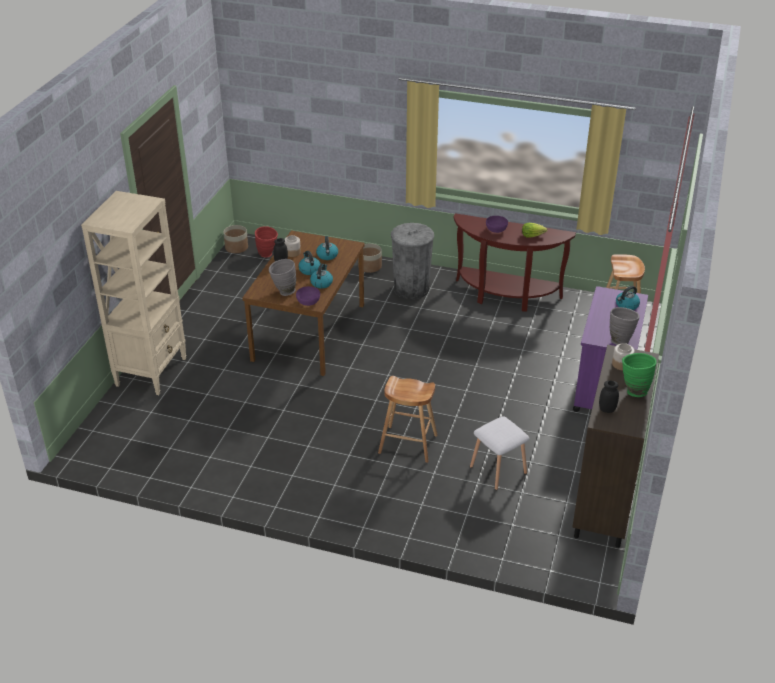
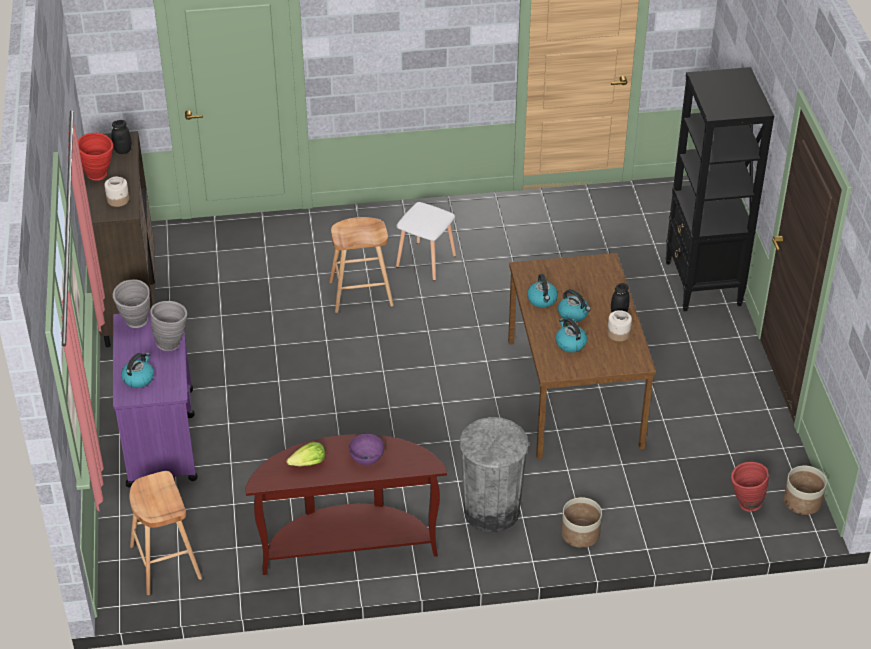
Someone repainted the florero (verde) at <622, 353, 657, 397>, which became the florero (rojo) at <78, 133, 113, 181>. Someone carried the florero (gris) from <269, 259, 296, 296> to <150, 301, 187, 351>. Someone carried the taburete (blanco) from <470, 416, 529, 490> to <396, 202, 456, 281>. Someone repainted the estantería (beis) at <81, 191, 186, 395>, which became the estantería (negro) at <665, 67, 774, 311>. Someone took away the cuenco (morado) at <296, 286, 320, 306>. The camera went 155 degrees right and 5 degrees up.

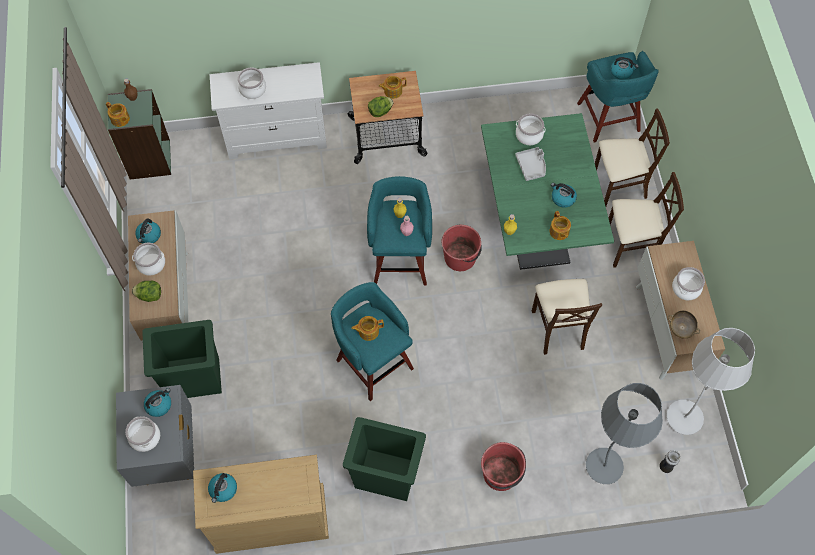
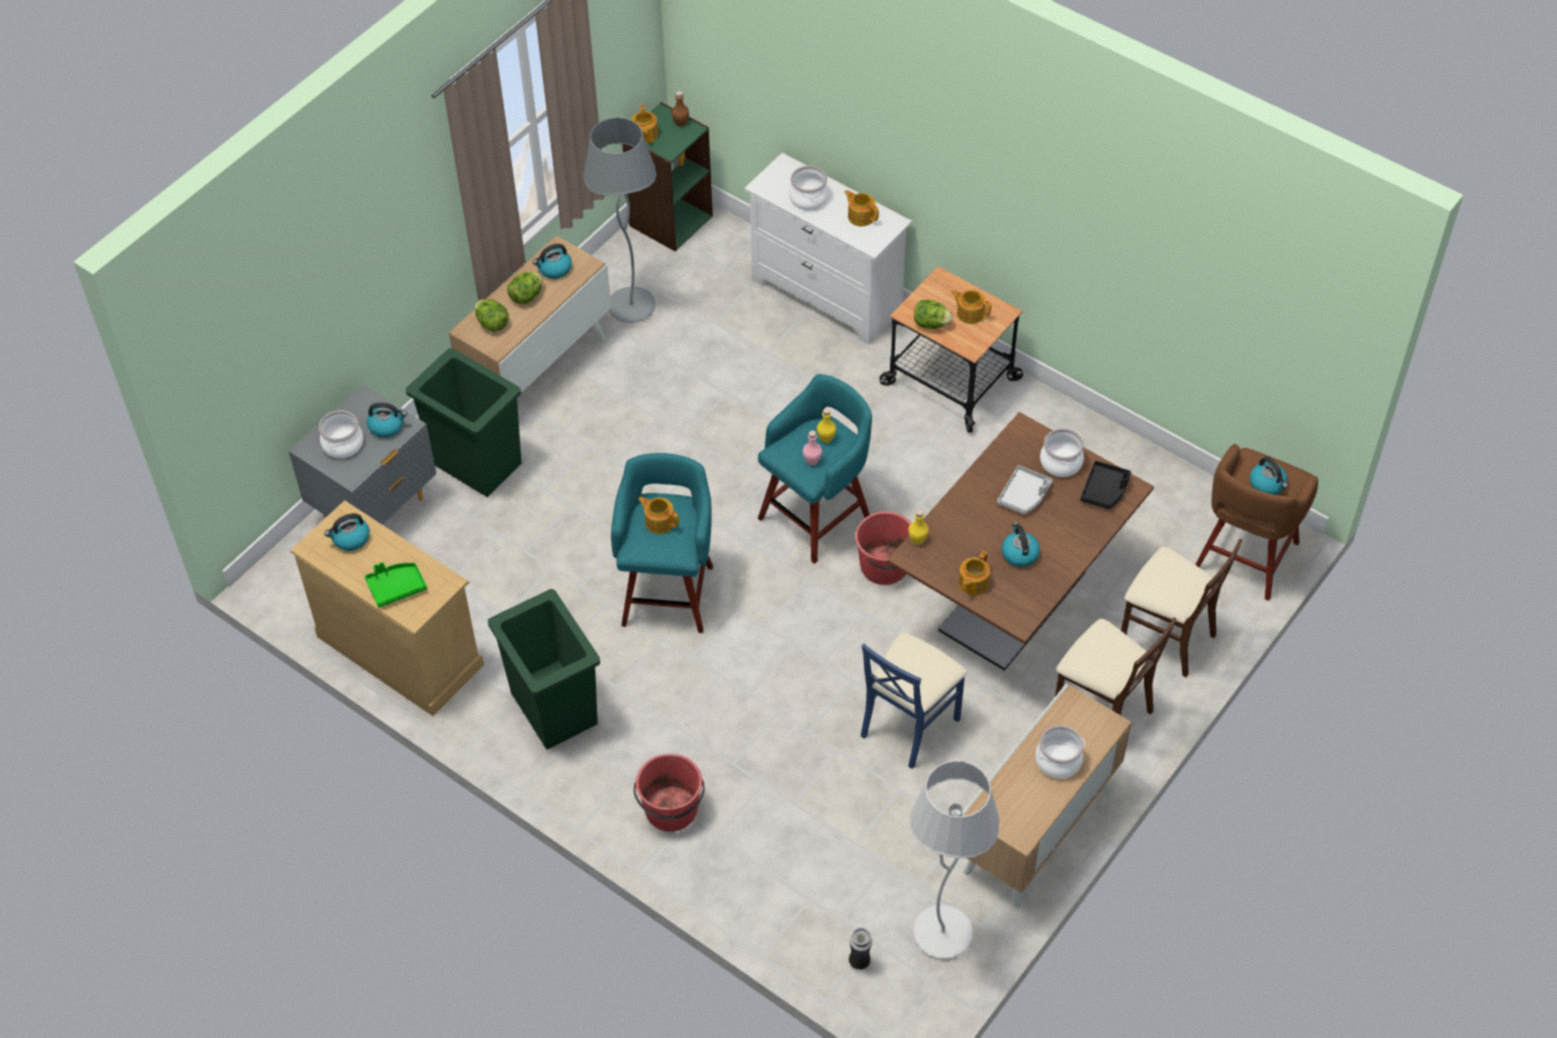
Someone put down the bandeja (verde) at <365, 562, 427, 608>. Someone swapped the olla at <132, 243, 165, 276> for the lechuga at <507, 272, 543, 305>. Someone carried the lámpara de pie (gris) from <586, 383, 663, 484> to <583, 117, 657, 323>. Someone put down the tetera at <844, 190, 879, 226>. Someone repainted the silla (beis) at <532, 279, 602, 355>, which became the silla (azul) at <861, 632, 967, 769>. Someone repainted the mesa de comedor (verde) at <481, 113, 614, 270>, which became the mesa de comedor (marrón) at <887, 412, 1154, 671>. Someone put down the bandeja (negro) at <1080, 461, 1131, 509>. Someone repainted the taburete (turquesa) at <577, 51, 659, 143>, which became the taburete (marrón) at <1195, 444, 1318, 601>. Someone took away the cuenco (beis) at <668, 310, 700, 339>. The camera went 45 degrees right and 10 degrees down.

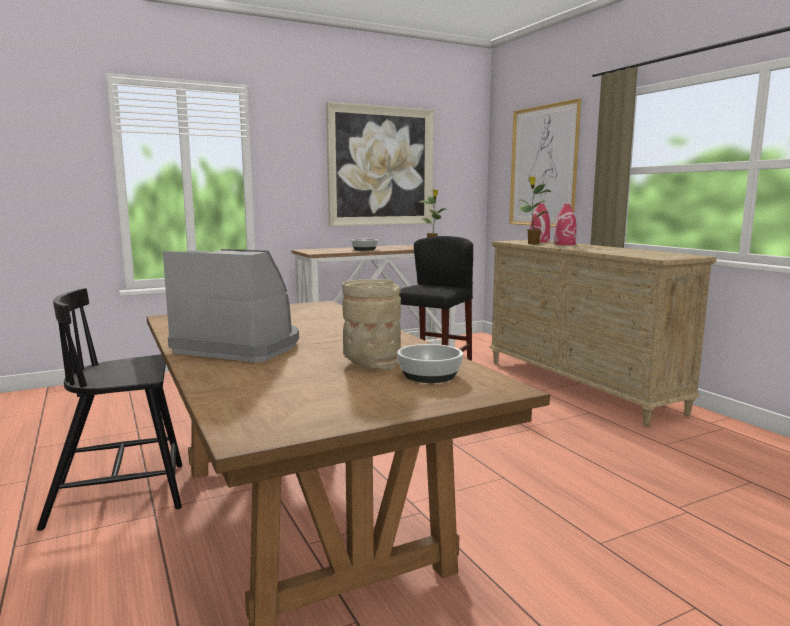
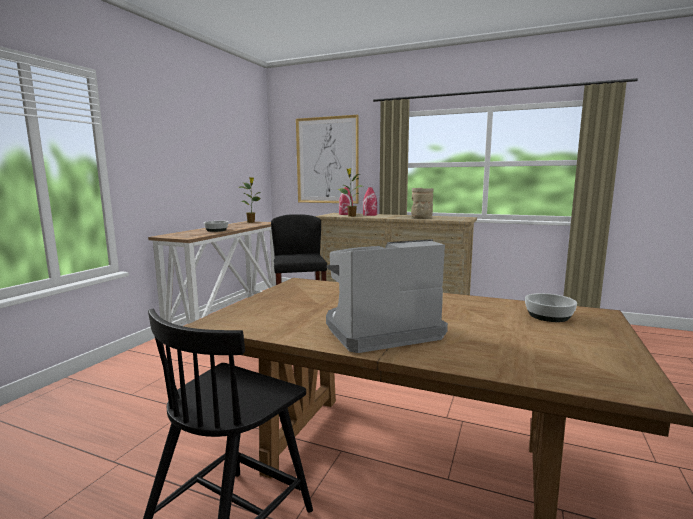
Someone carried the florero (beis) from <342, 279, 401, 370> to <411, 188, 433, 219>. Someone took away the cuadro at <326, 102, 434, 226>. The camera went 40 degrees left and 0 degrees up.

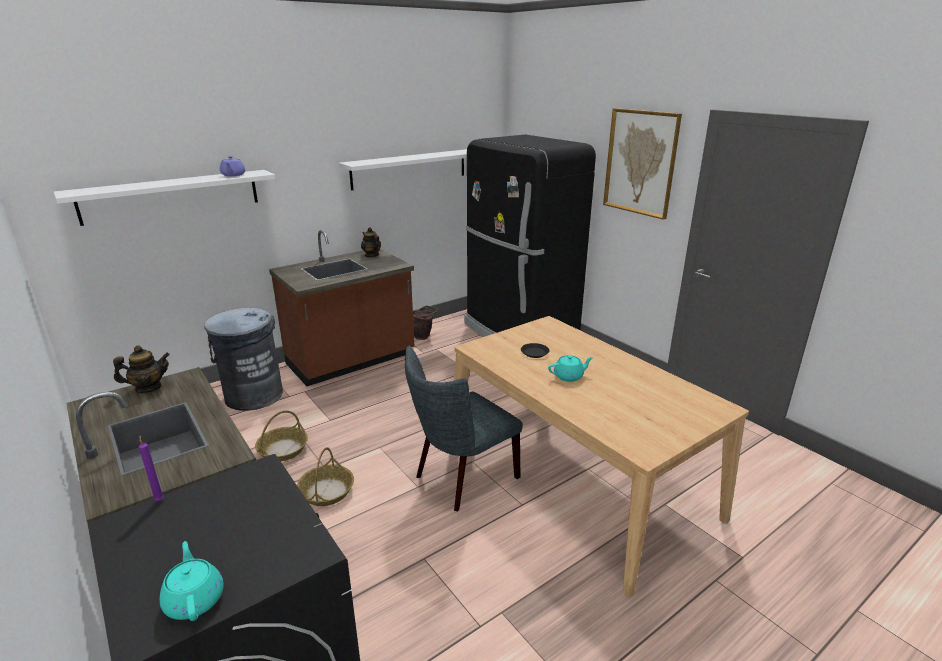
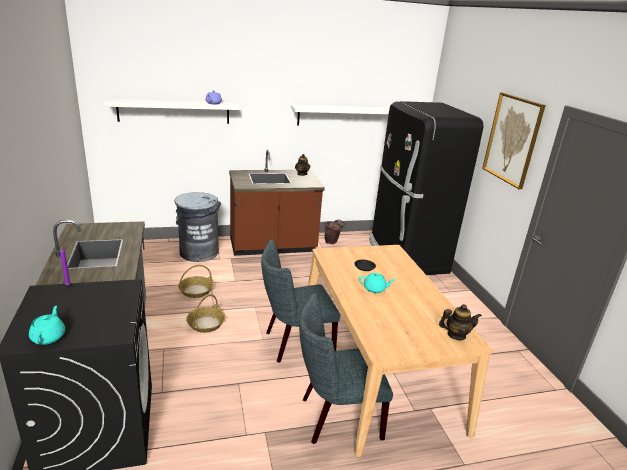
Someone put down the silla (gris) at <299, 293, 393, 444>. Someone carried the tetera from <113, 345, 170, 393> to <439, 304, 482, 340>. The camera went 20 degrees right and 0 degrees up.

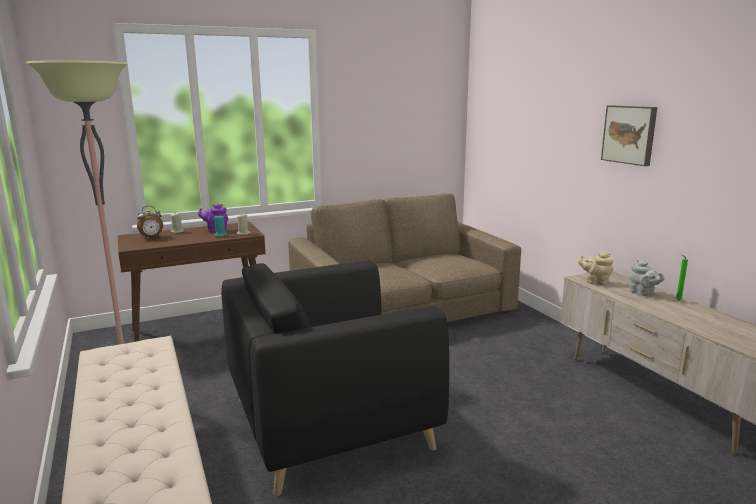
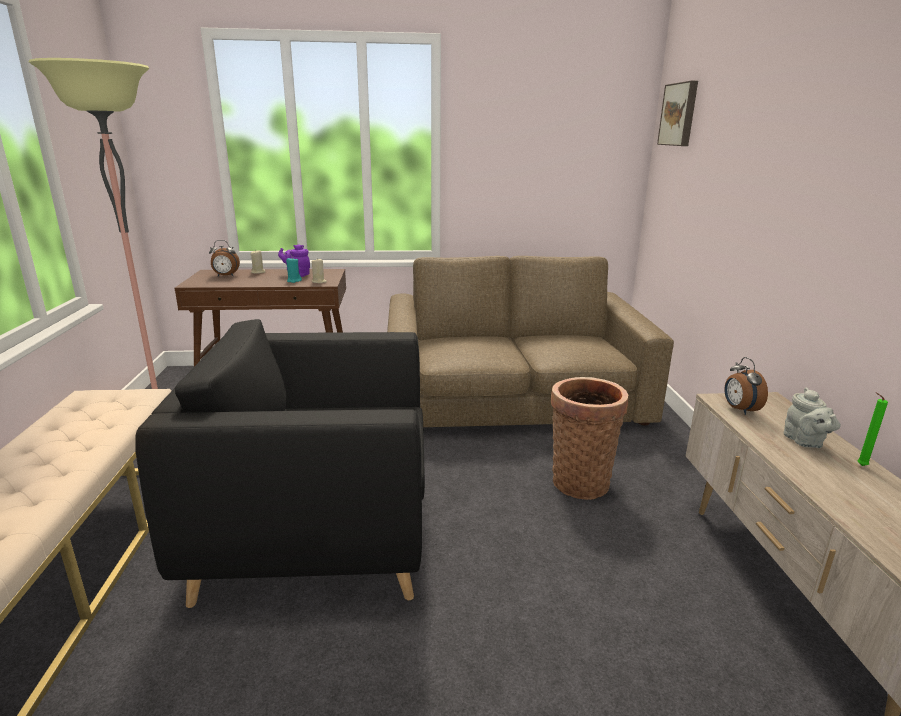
Someone put down the cesta at <551, 377, 628, 500>. Someone carried the cuadro from <601, 105, 657, 166> to <657, 81, 698, 146>. Someone swapped the tetera (beis) at <578, 253, 613, 285> for the despertador at <724, 357, 768, 415>. The camera went 20 degrees right and 5 degrees up.

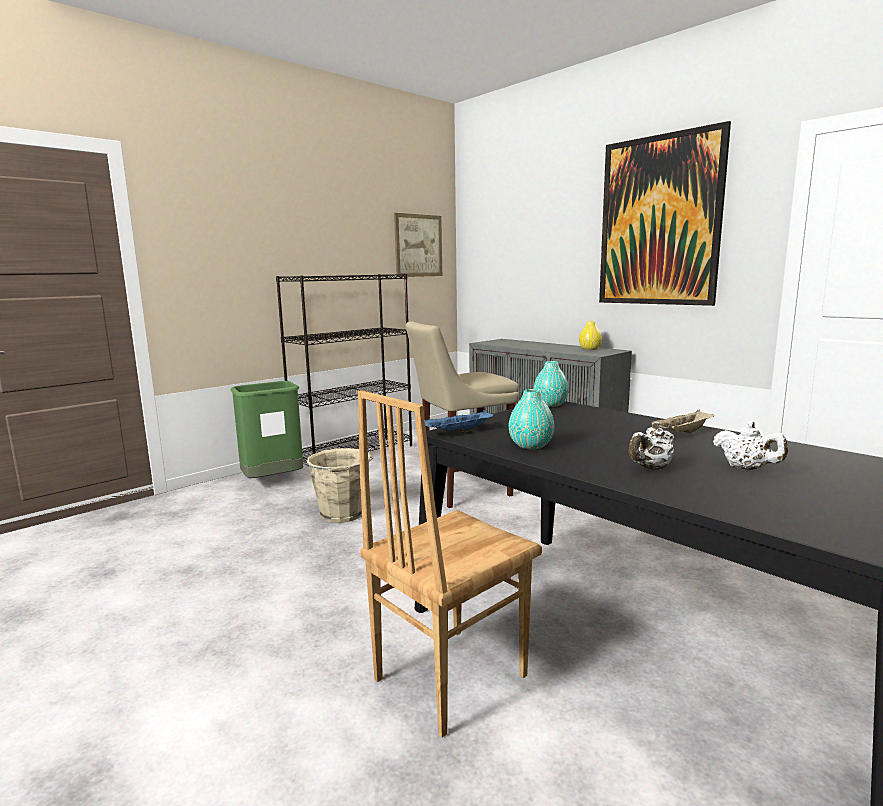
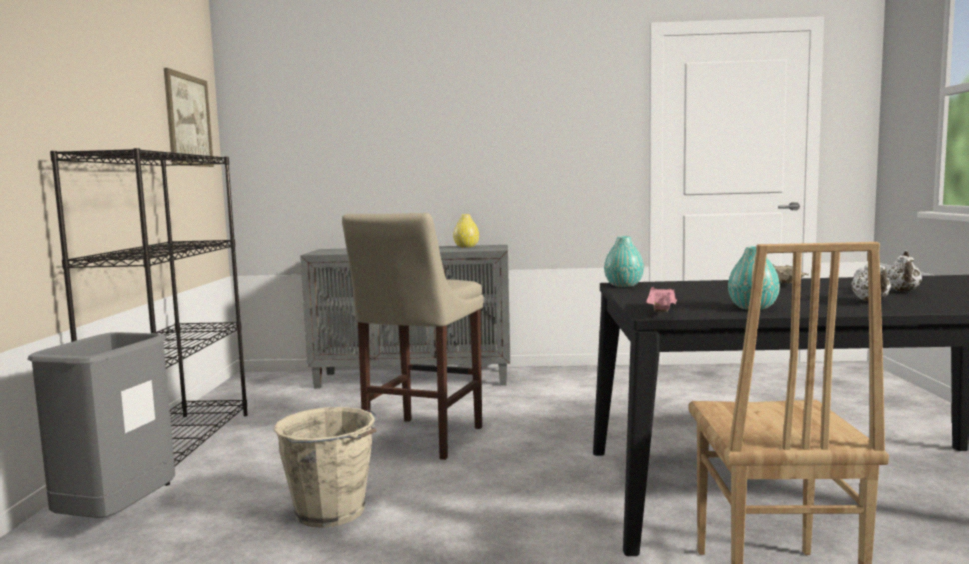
Someone repainted the papelera (verde) at <230, 381, 303, 478>, which became the papelera (gris) at <27, 332, 175, 518>. Someone repainted the bandeja (azul) at <425, 410, 493, 433>, which became the bandeja (rosa) at <646, 287, 677, 312>. Someone rotated the tetera (blanco) at <713, 421, 788, 470> by 105 degrees clockwise. Someone took away the cuadro at <599, 121, 731, 306>. The camera went 45 degrees left and 5 degrees down.

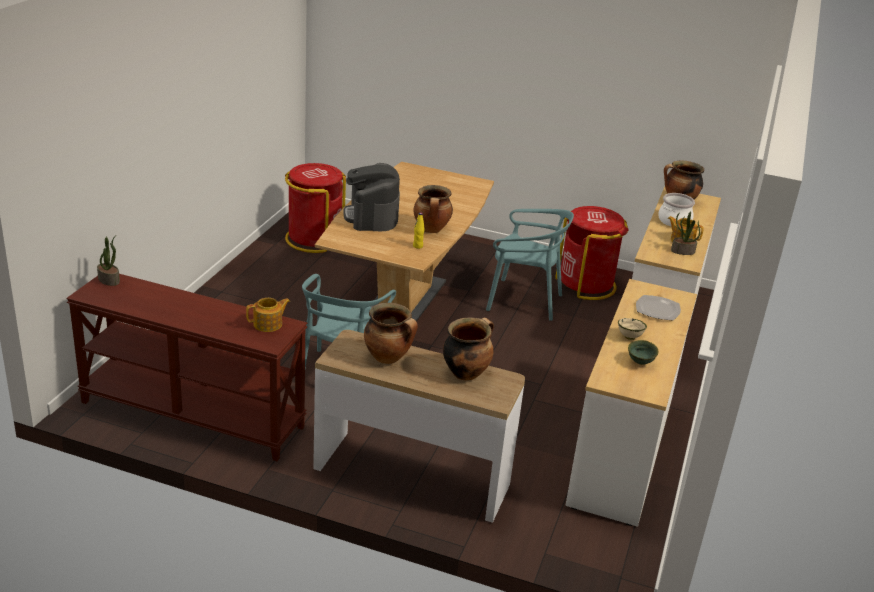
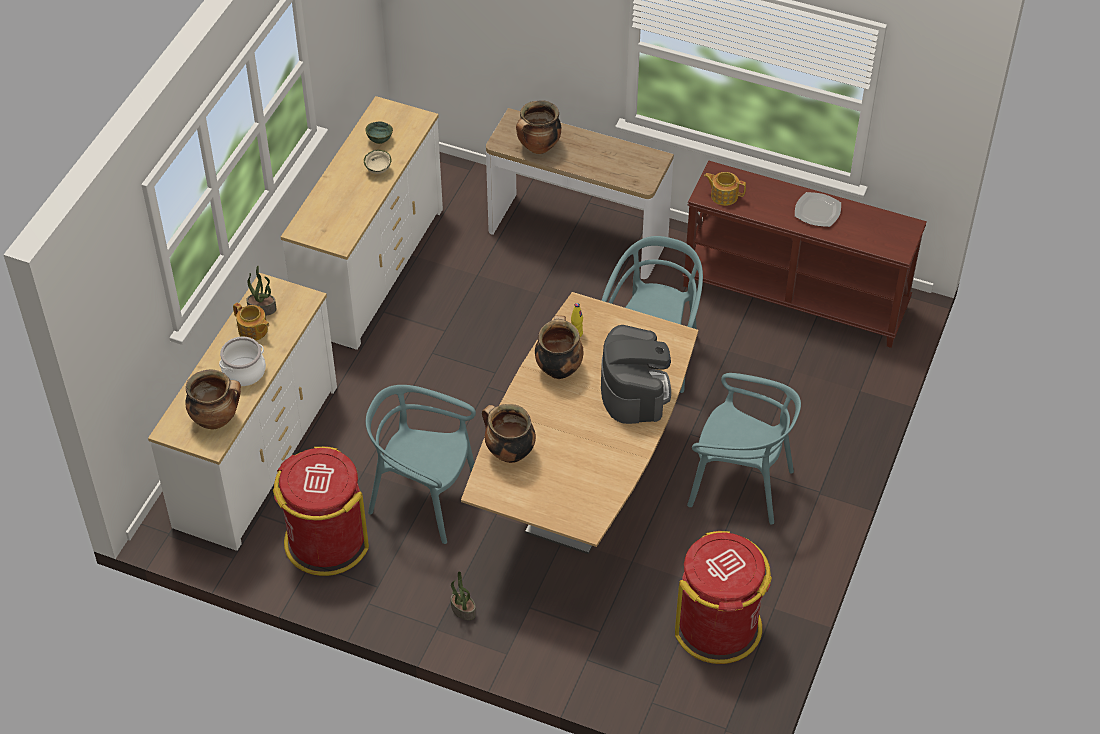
Someone carried the planta en maceta from <97, 236, 120, 286> to <451, 572, 476, 620>. Someone carried the olla from <364, 303, 418, 364> to <482, 404, 536, 463>. Someone put down the silla (turquesa) at <687, 373, 801, 525>. Someone rotated the tetera at <246, 298, 290, 332> by 45 degrees clockwise. Someone carried the plato from <636, 295, 681, 320> to <795, 192, 841, 227>. The camera went 175 degrees left and 20 degrees up.

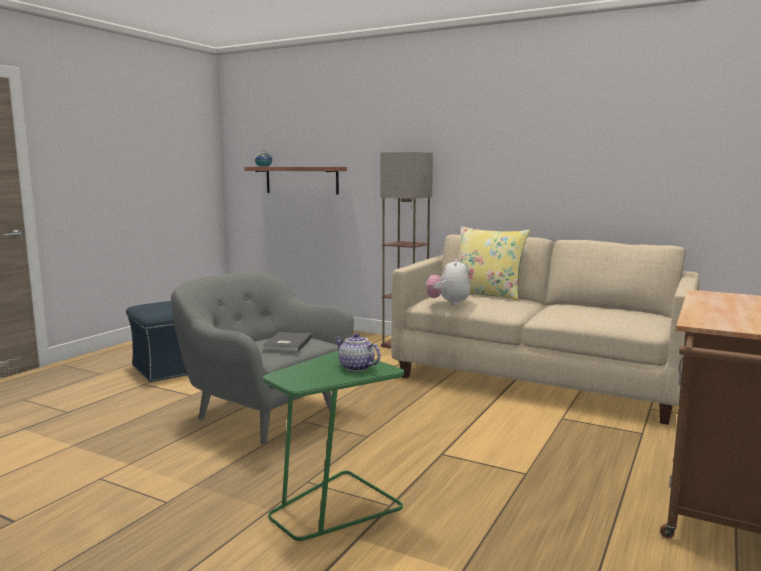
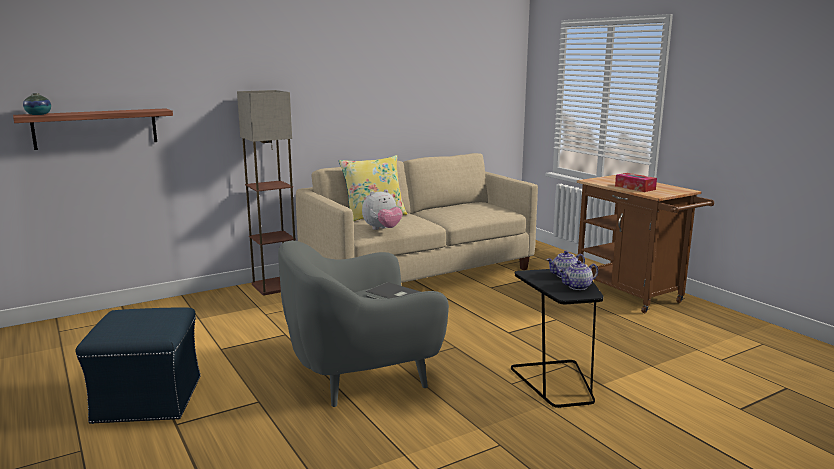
Someone rotated the peluche at <426, 259, 470, 306> by 75 degrees counterclockwise. Someone repainted the mesa auxiliar (verde) at <263, 350, 404, 541>, which became the mesa auxiliar (negro) at <511, 269, 604, 408>. Someone put down the tetera at <558, 261, 598, 290>. Someone put down the caja de pañuelos at <615, 173, 657, 192>. The camera went 60 degrees left and 5 degrees up.

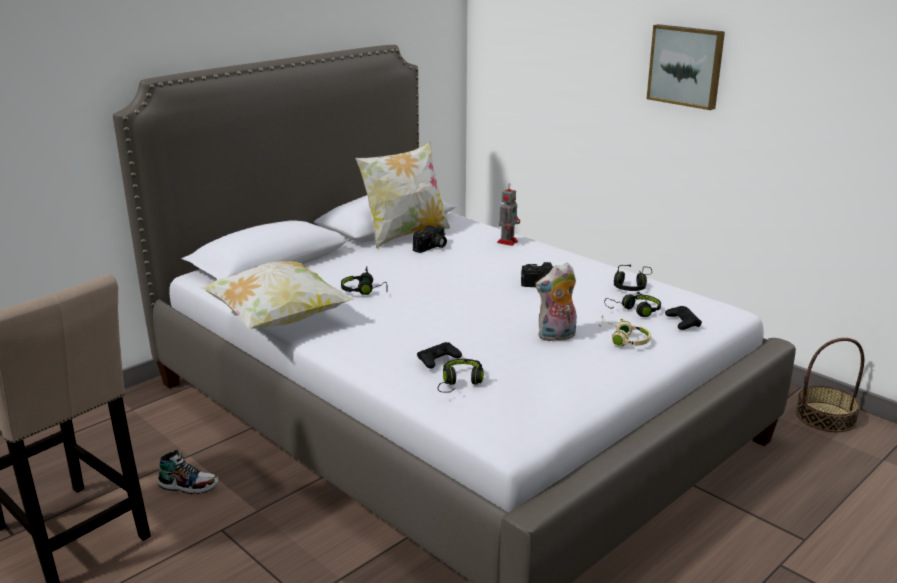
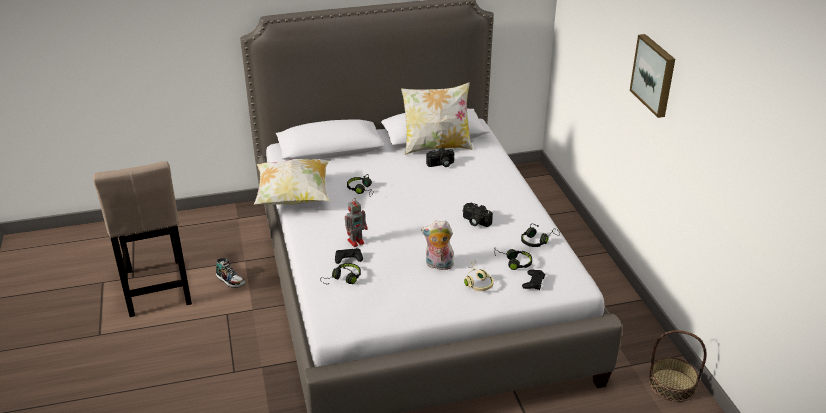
Someone carried the robot de juguete from <497, 183, 520, 246> to <345, 198, 368, 247>. The camera went 30 degrees right and 10 degrees up.

